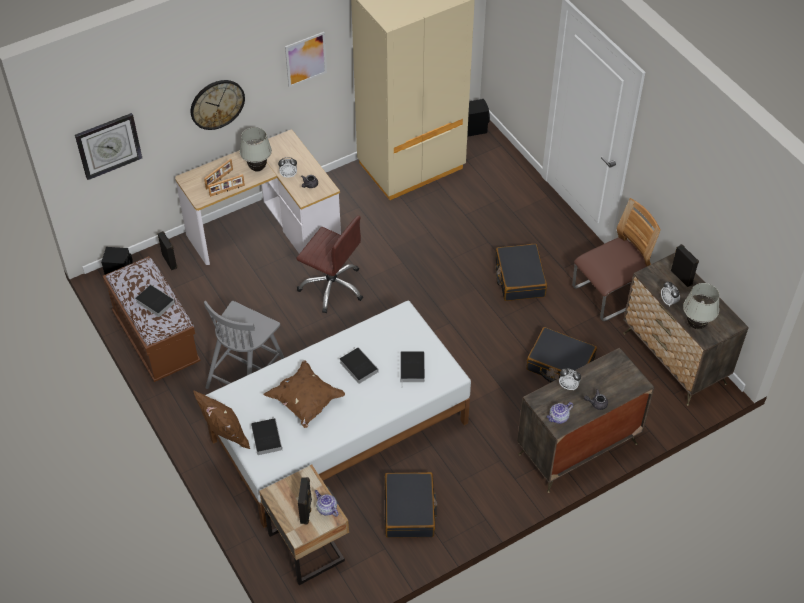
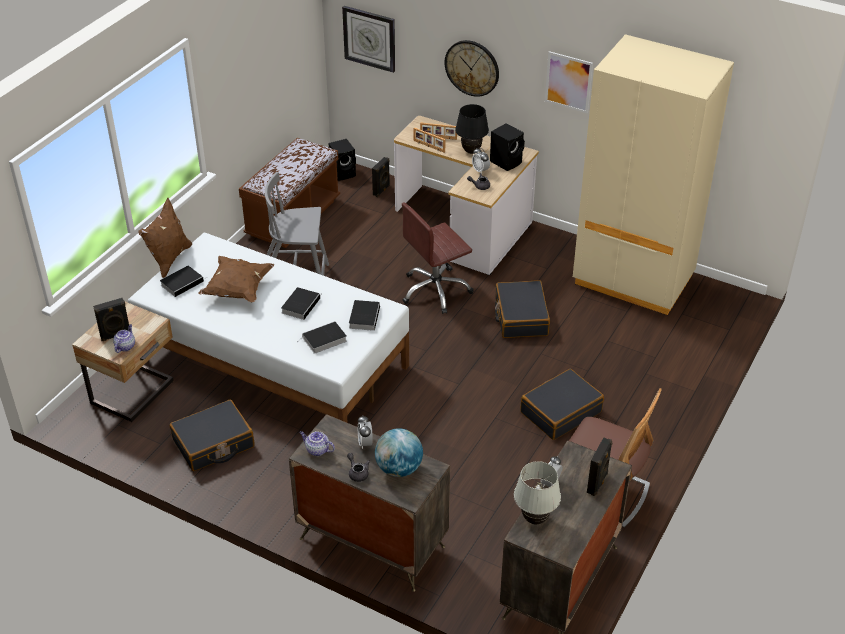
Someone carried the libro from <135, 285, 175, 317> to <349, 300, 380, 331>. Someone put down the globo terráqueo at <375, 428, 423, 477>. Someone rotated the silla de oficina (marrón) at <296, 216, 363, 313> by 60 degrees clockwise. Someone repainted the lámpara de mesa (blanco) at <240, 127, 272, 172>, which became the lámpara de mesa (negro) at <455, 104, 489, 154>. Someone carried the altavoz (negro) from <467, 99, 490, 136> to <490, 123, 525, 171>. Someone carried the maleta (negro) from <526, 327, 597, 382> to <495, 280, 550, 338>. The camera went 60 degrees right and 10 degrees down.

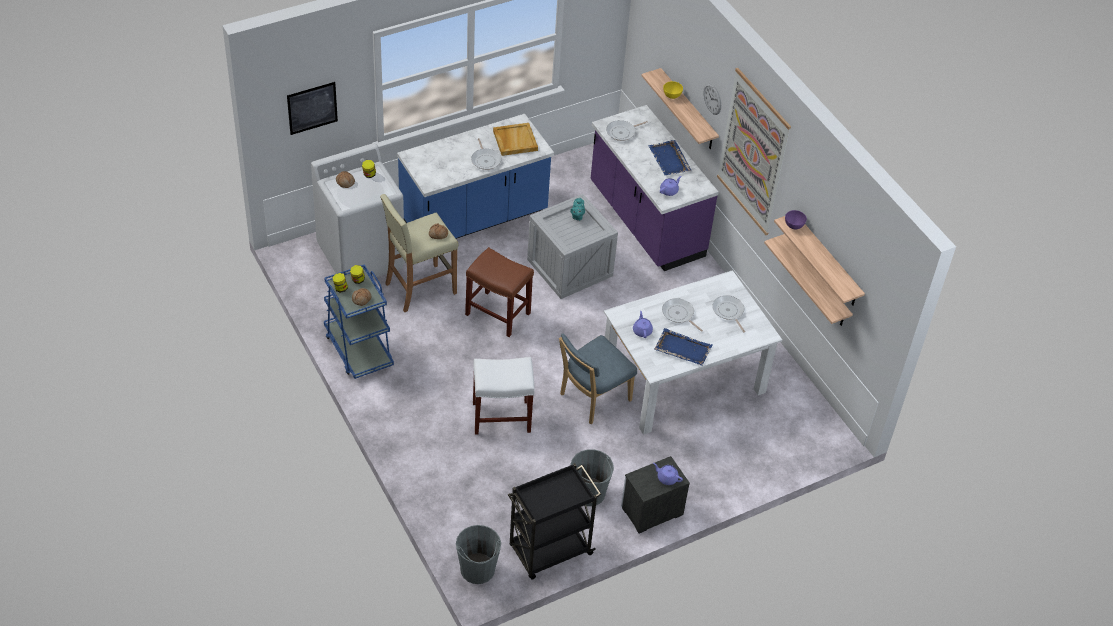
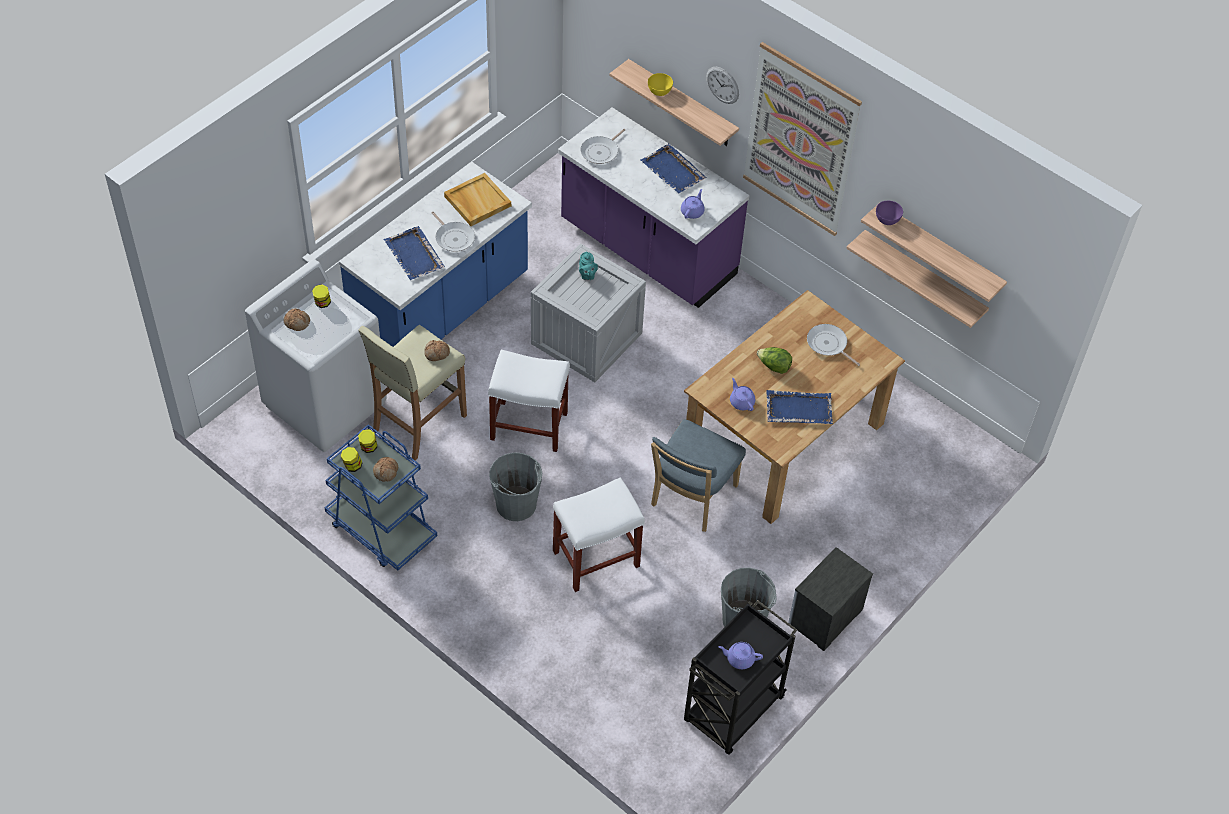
Someone put down the bandeja (azul) at <384, 226, 445, 280>. Someone repainted the taburete (marrón) at <465, 247, 534, 337>, which became the taburete (blanco) at <488, 350, 570, 452>. Someone carried the cubo (gris) from <456, 525, 501, 584> to <489, 453, 542, 521>. Someone repainted the mesa de comedor (blanco) at <604, 270, 782, 435>, which became the mesa de comedor (marrón) at <684, 290, 905, 524>. Someone carried the tetera (morado) from <653, 463, 683, 485> to <718, 642, 763, 669>. Someone swapped the sartén at <662, 298, 703, 332> for the lechuga at <757, 347, 792, 374>. Someone took away the cuadro at <287, 82, 338, 135>. The camera went 20 degrees left and 5 degrees up.

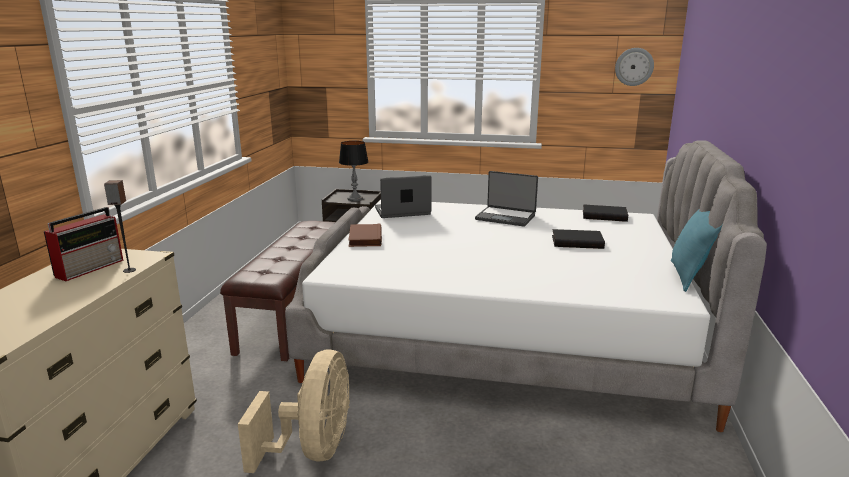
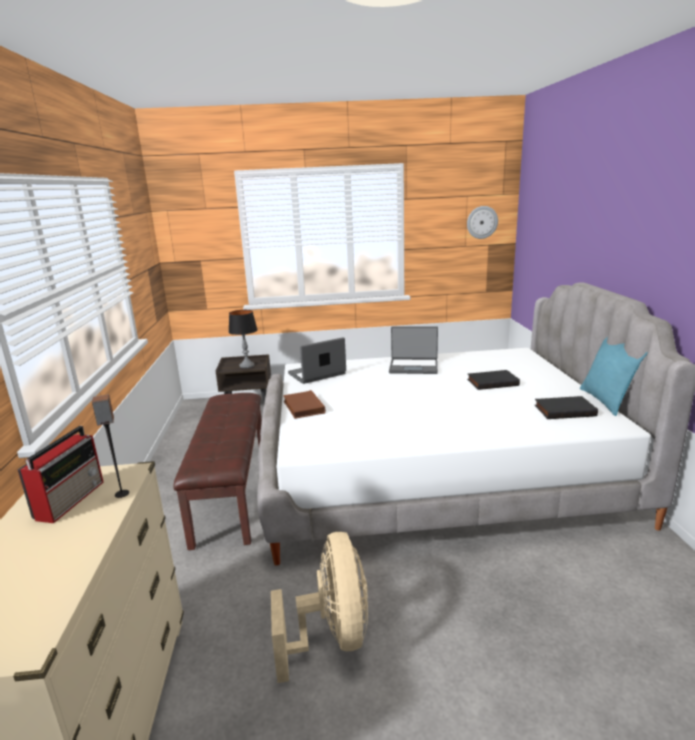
Someone carried the libro (negro) from <583, 204, 628, 222> to <534, 396, 598, 419>. The camera went 15 degrees left and 0 degrees up.

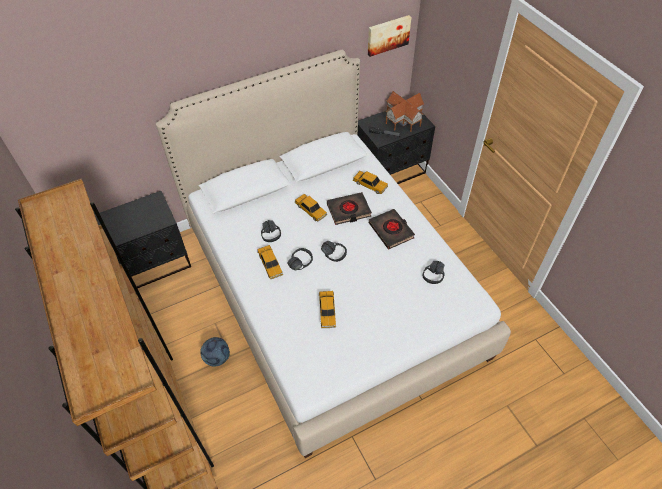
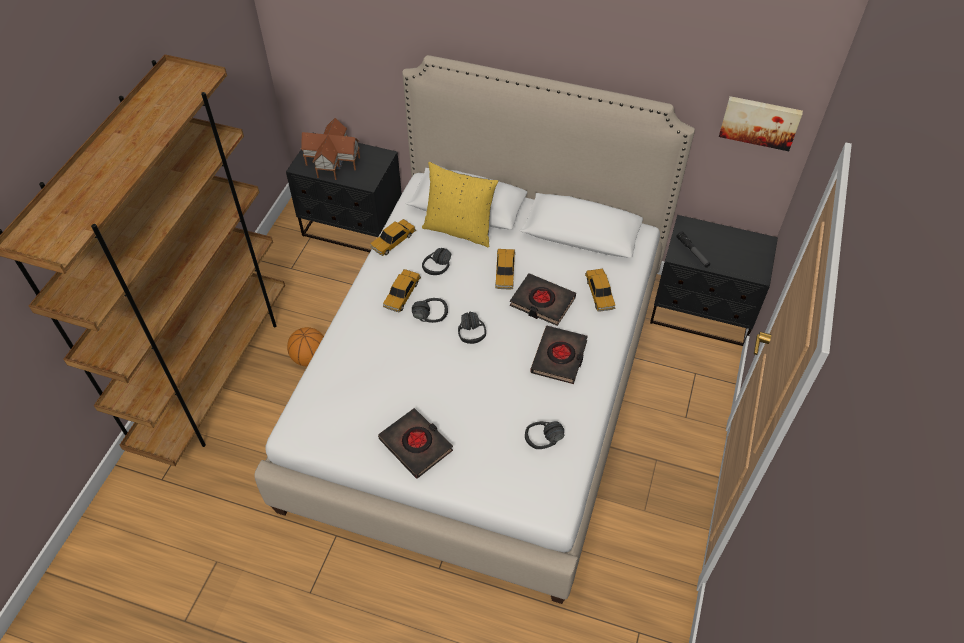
Someone swapped the balón de fútbol at <200, 337, 230, 367> for the balón de baloncesto at <287, 327, 324, 366>. Someone carried the casita from <385, 91, 424, 132> to <301, 118, 360, 180>. Someone carried the coche de juguete from <319, 291, 336, 328> to <370, 219, 416, 256>. Someone put down the libro (negro) at <378, 408, 453, 479>. Someone put down the cojín (amarillo) at <422, 162, 499, 247>. The camera went 45 degrees right and 0 degrees up.

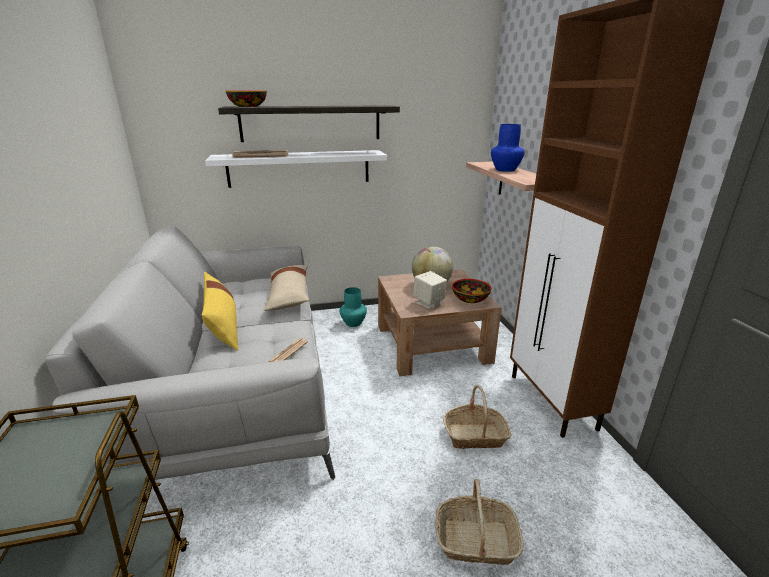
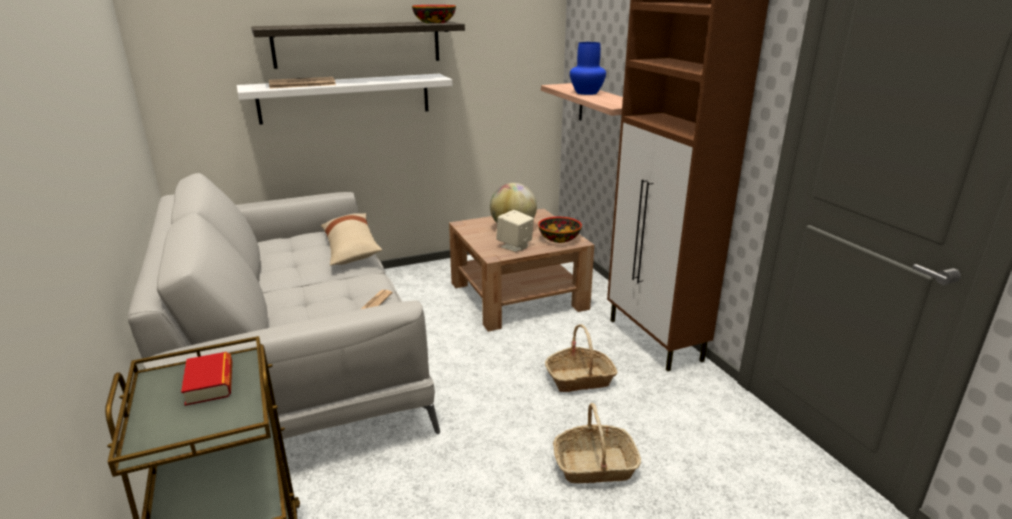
Someone put down the libro at <181, 352, 232, 406>. Someone carried the cuenco from <226, 91, 267, 107> to <412, 5, 456, 24>. Someone took away the cojín (amarillo) at <202, 272, 238, 351>. Someone took away the florero (turquesa) at <340, 287, 367, 327>. The camera went 10 degrees left and 0 degrees up.

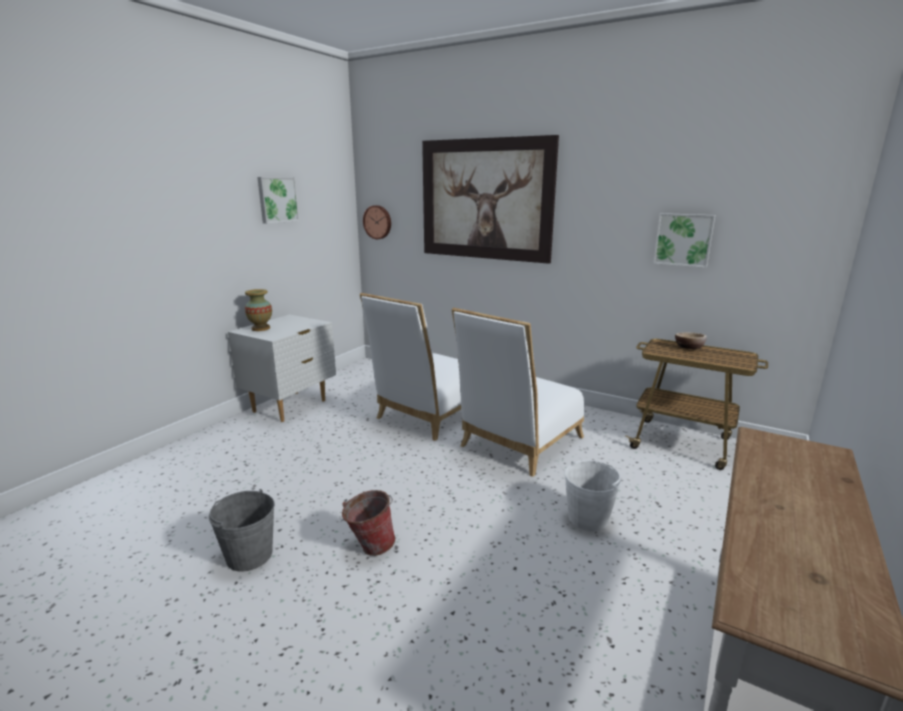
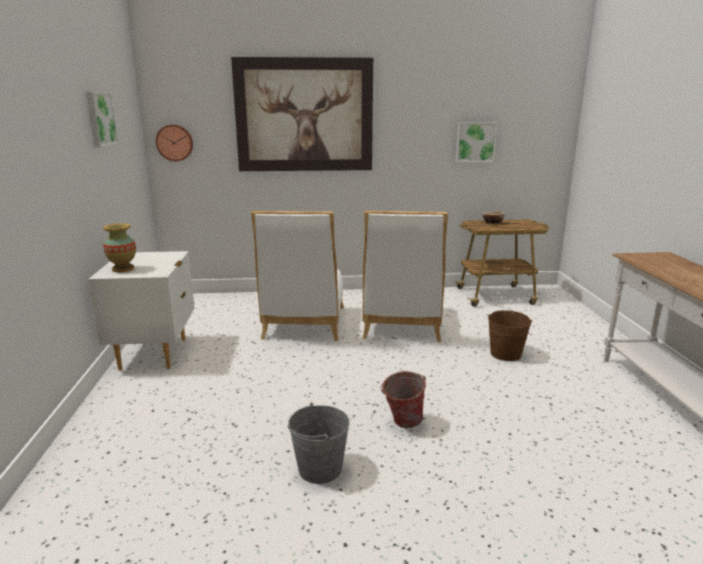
Someone repainted the cubo (blanco) at <565, 460, 621, 531>, which became the cubo (marrón) at <488, 310, 532, 361>. The camera went 35 degrees left and 0 degrees up.

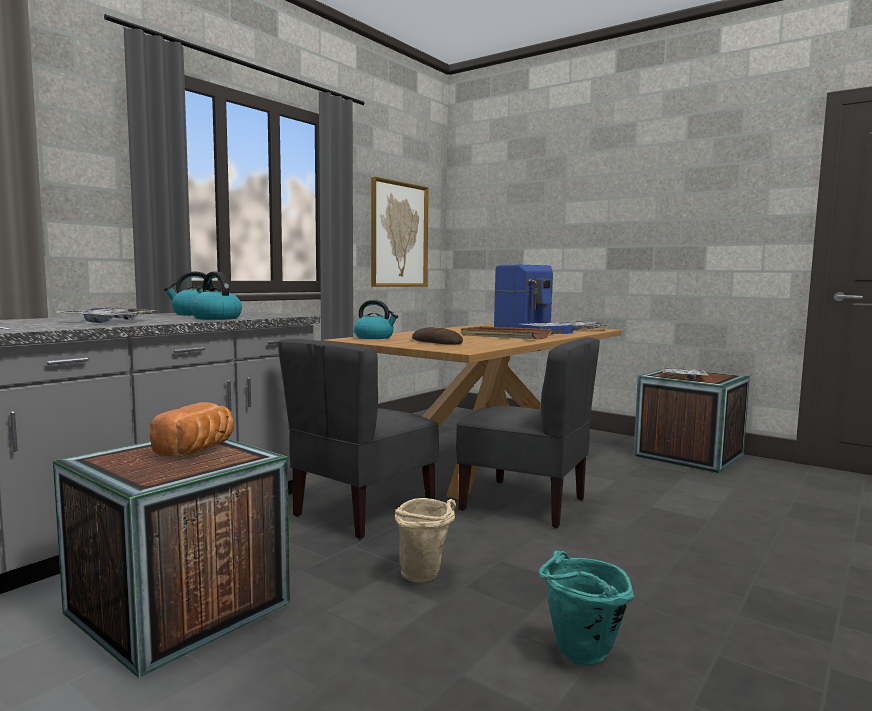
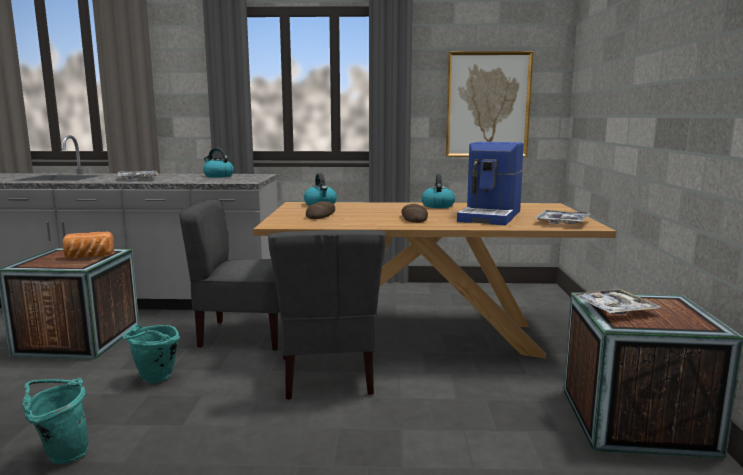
Someone repainted the cubo (beis) at <395, 498, 456, 583>, which became the cubo (turquesa) at <123, 325, 180, 383>. Someone swapped the bandeja (marrón) at <461, 326, 552, 339> for the pan at <401, 204, 428, 223>. Someone carried the hervidor from <190, 272, 242, 320> to <421, 174, 455, 208>. The camera went 55 degrees right and 5 degrees up.

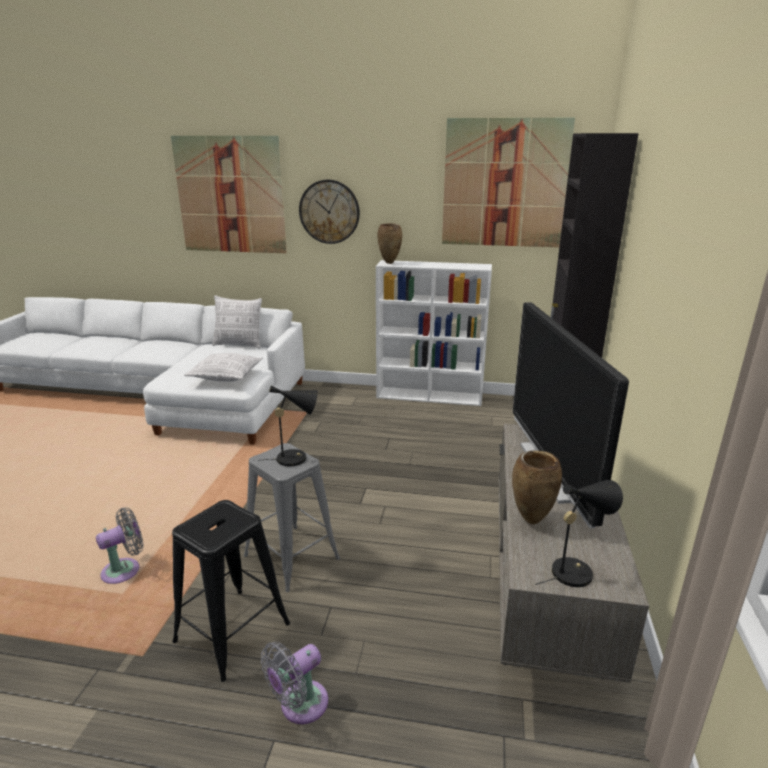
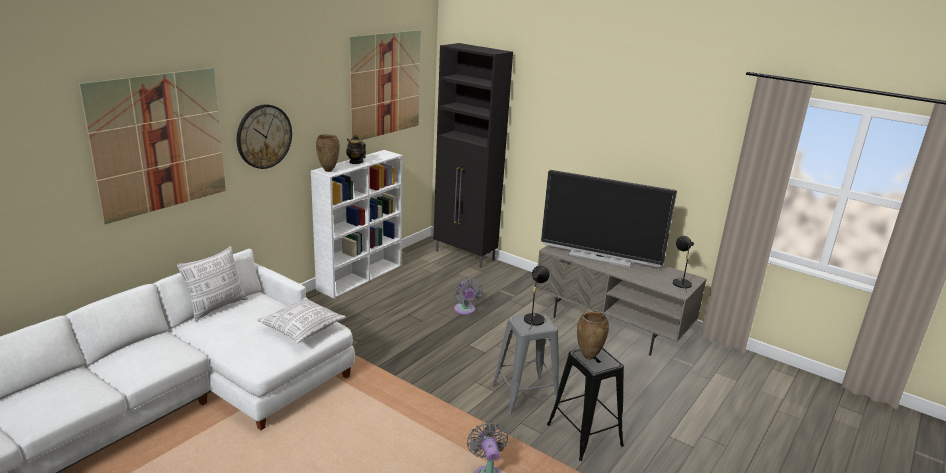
Someone put down the tetera at <346, 135, 366, 164>. Someone carried the ventilador (gris) from <261, 642, 328, 724> to <454, 278, 483, 315>. Someone carried the florero (marrón) from <512, 450, 562, 524> to <577, 311, 609, 360>. The camera went 65 degrees left and 0 degrees up.

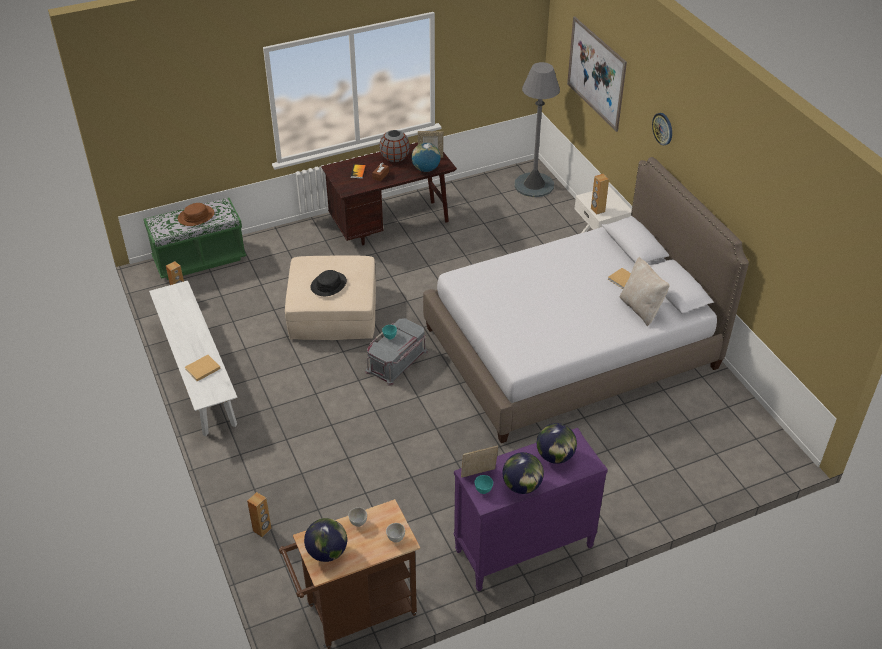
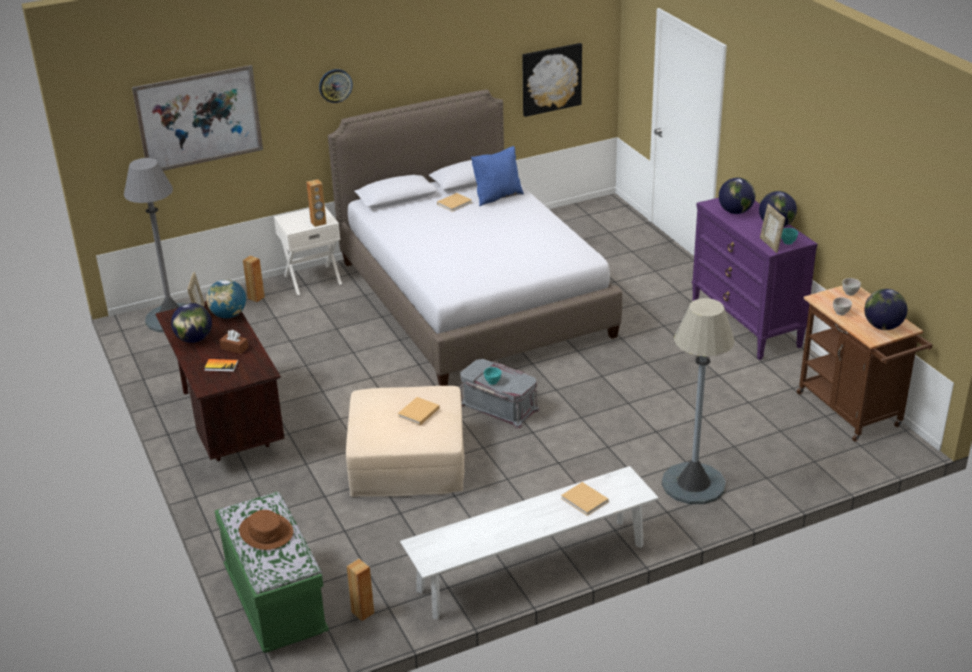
Someone swapped the florero (gris) at <379, 130, 410, 162> for the globo terráqueo at <171, 303, 212, 343>. Someone carried the altavoz (marrón) from <247, 492, 271, 537> to <243, 255, 265, 302>. Someone swapped the sombrero (negro) at <310, 270, 347, 296> for the libro (beis) at <398, 397, 440, 425>. Someone repainted the cojín (beis) at <620, 257, 670, 326>, which became the cojín (azul) at <471, 146, 524, 206>. Someone put up the cuadro at <522, 43, 582, 117>. Someone put down the lámpara de pie (gris) at <662, 298, 735, 504>. The camera went 90 degrees left and 10 degrees down.

